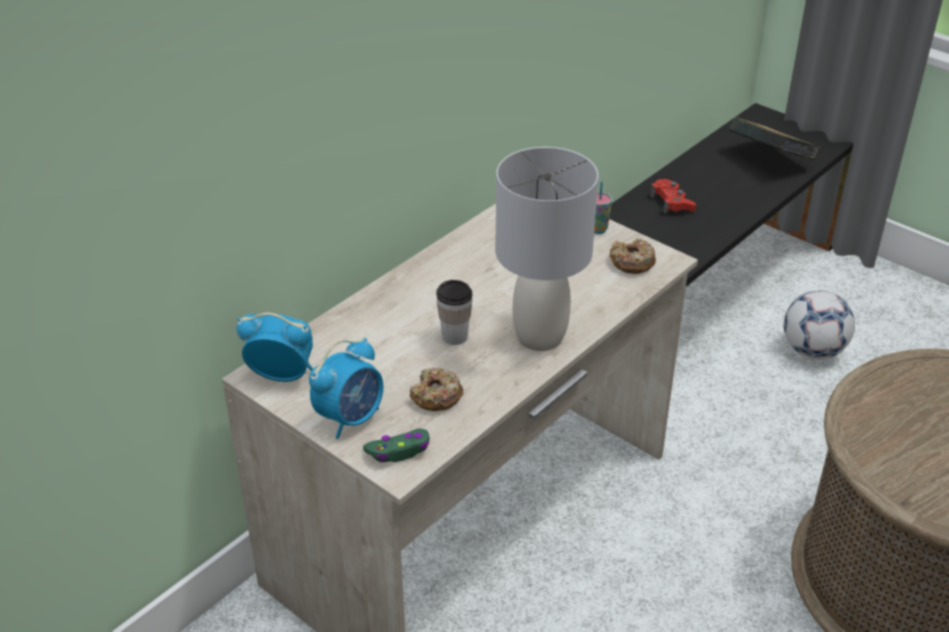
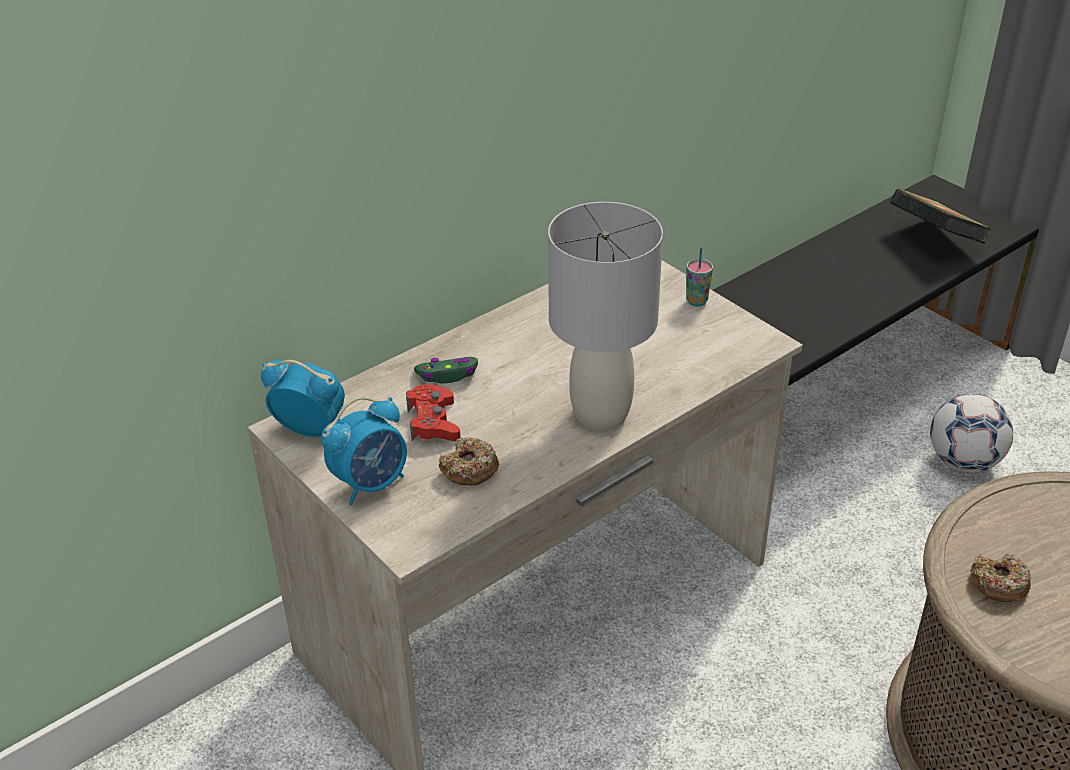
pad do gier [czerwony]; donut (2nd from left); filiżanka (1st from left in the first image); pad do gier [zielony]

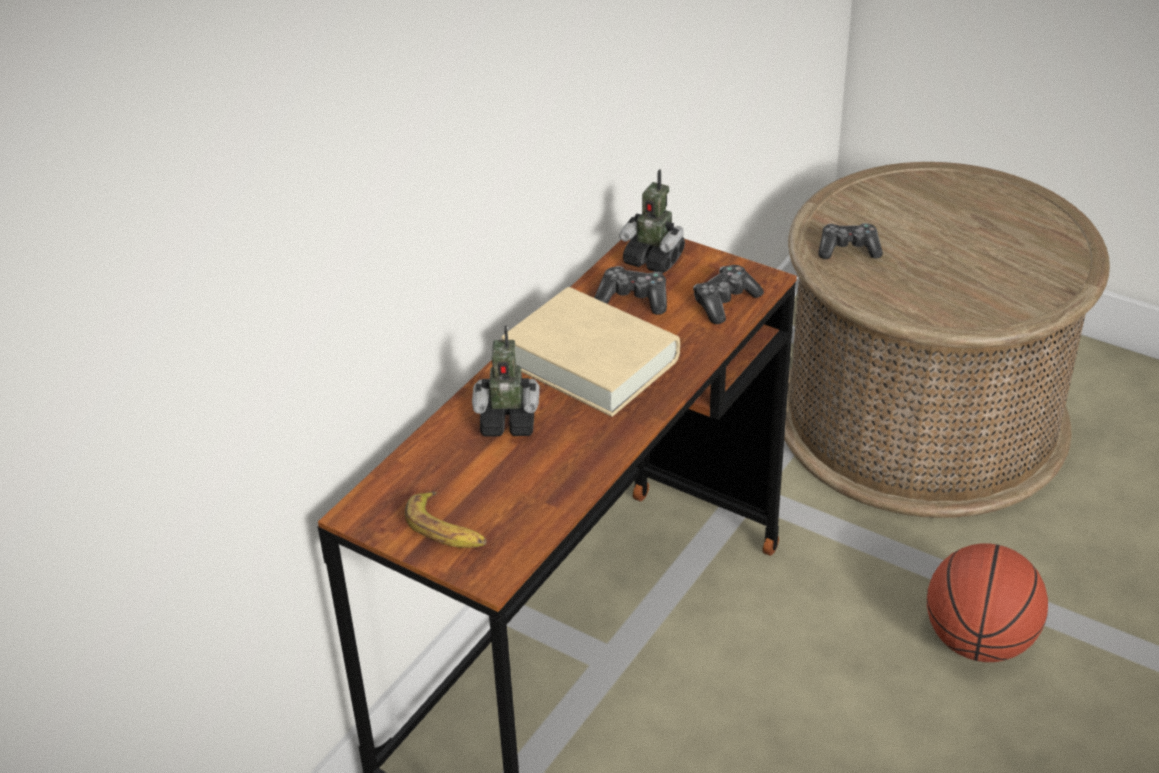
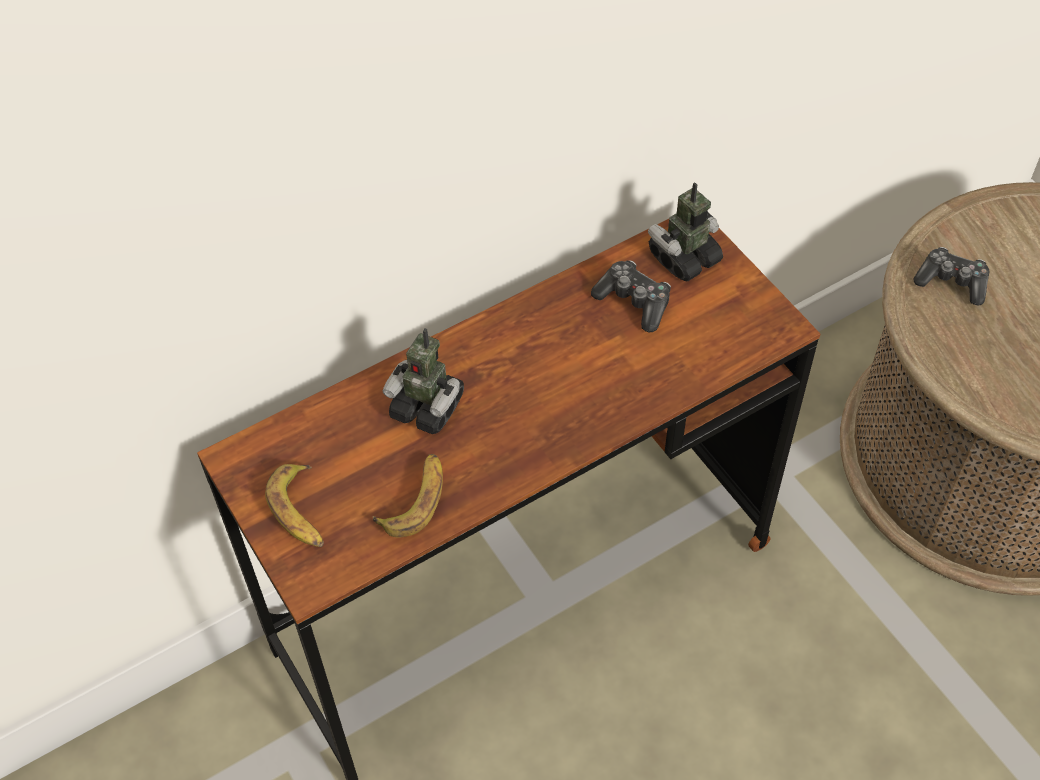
robot zabawkowy (2nd from left); pad do gier (2nd from left in the first image); książka [beżowy]; piłka do koszykówki; banan (2nd from left)

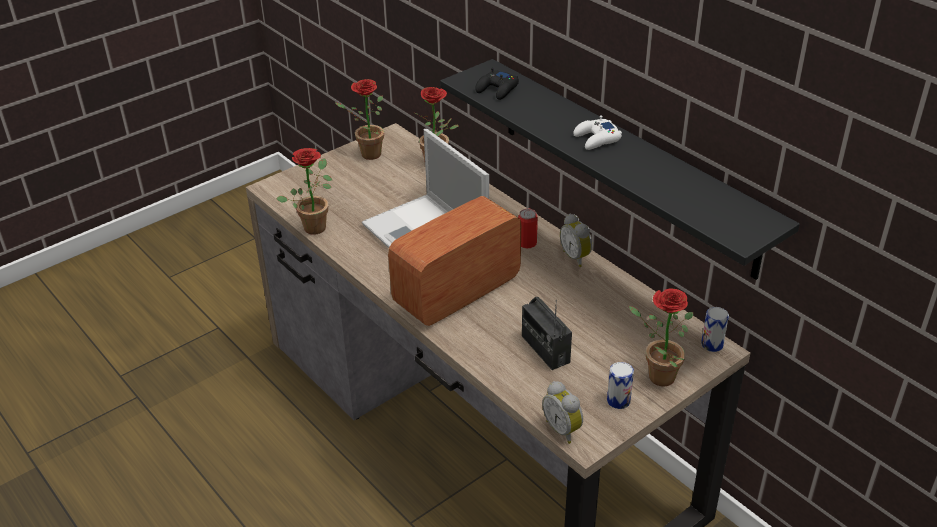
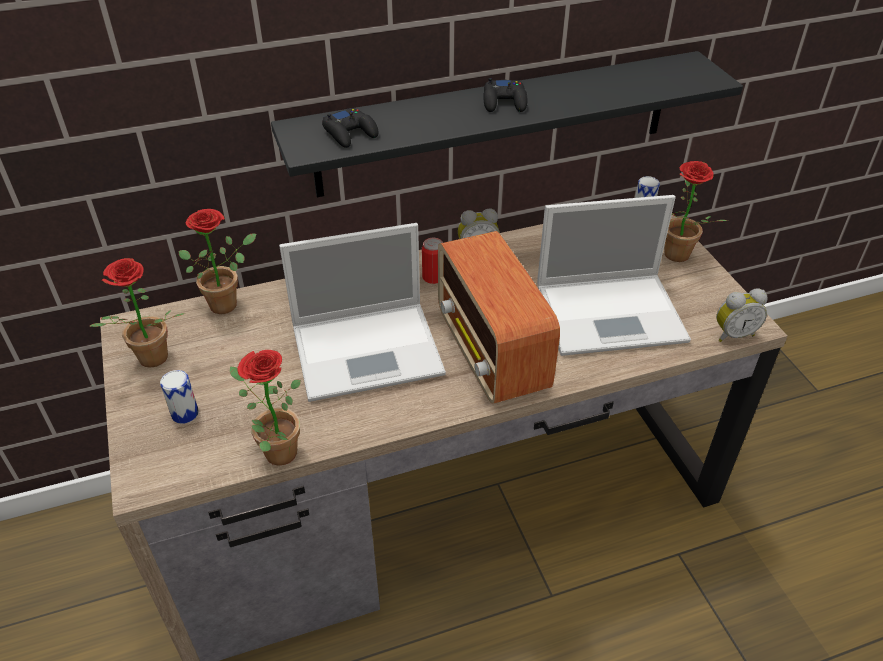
pad do gier [czarny] (2nd from left); laptop (2nd from left); puszka (1st from left)

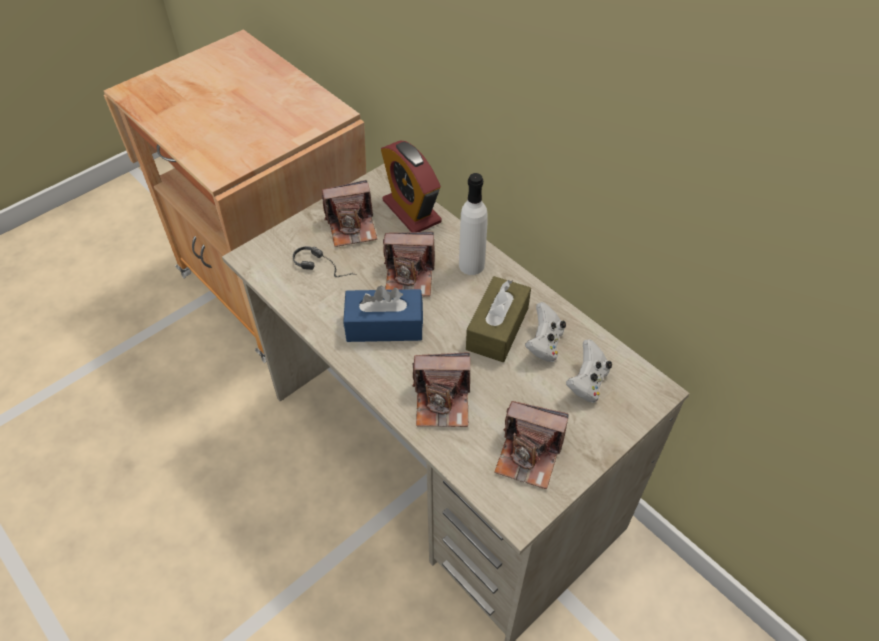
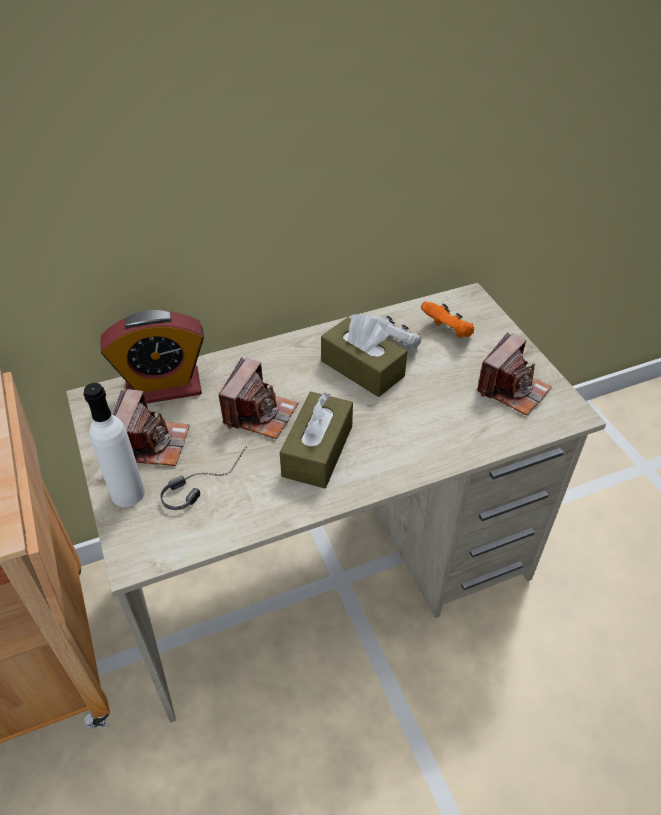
butelka [biały]; pudełko chusteczek [brązowy] (1st from left); pad do gier [pomarańczowy]; aparat fotograficzny (3rd from left in the first image)

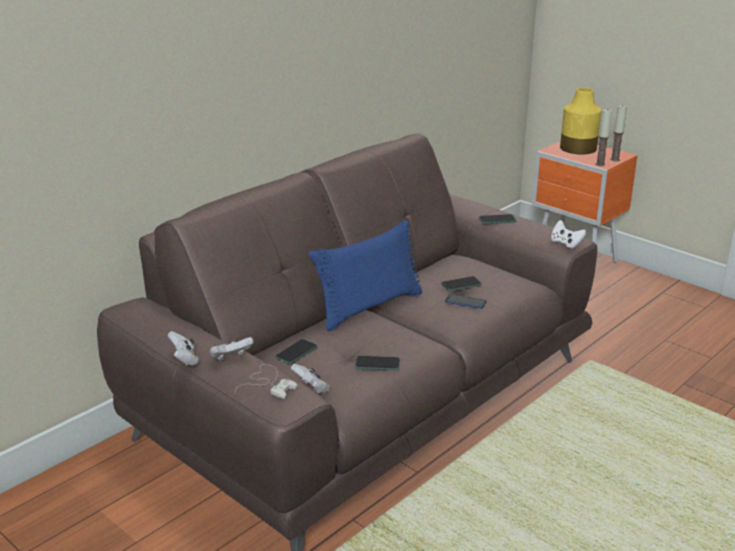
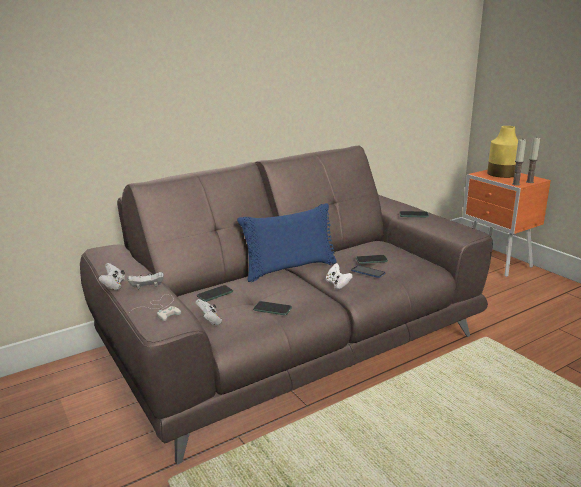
pad do gier [biały] (5th from left)

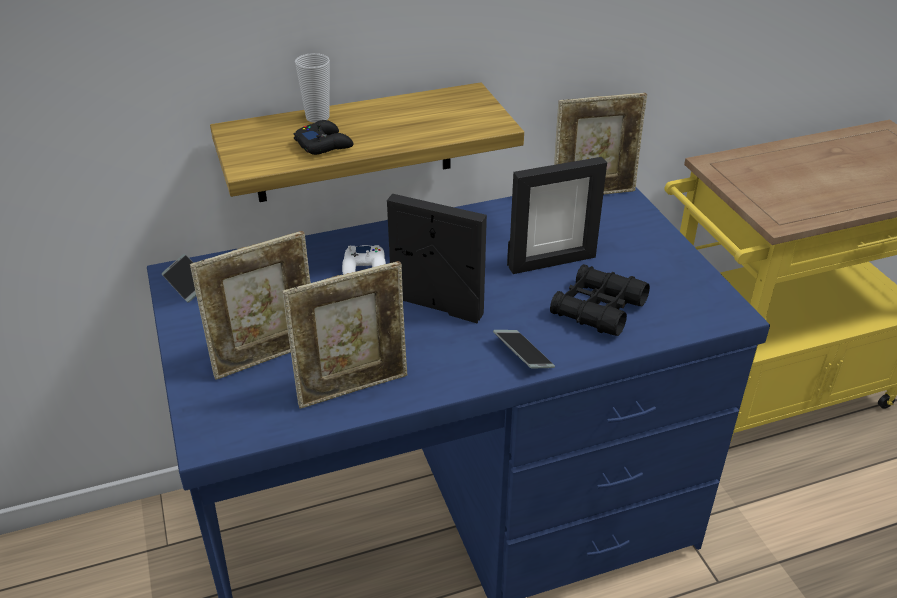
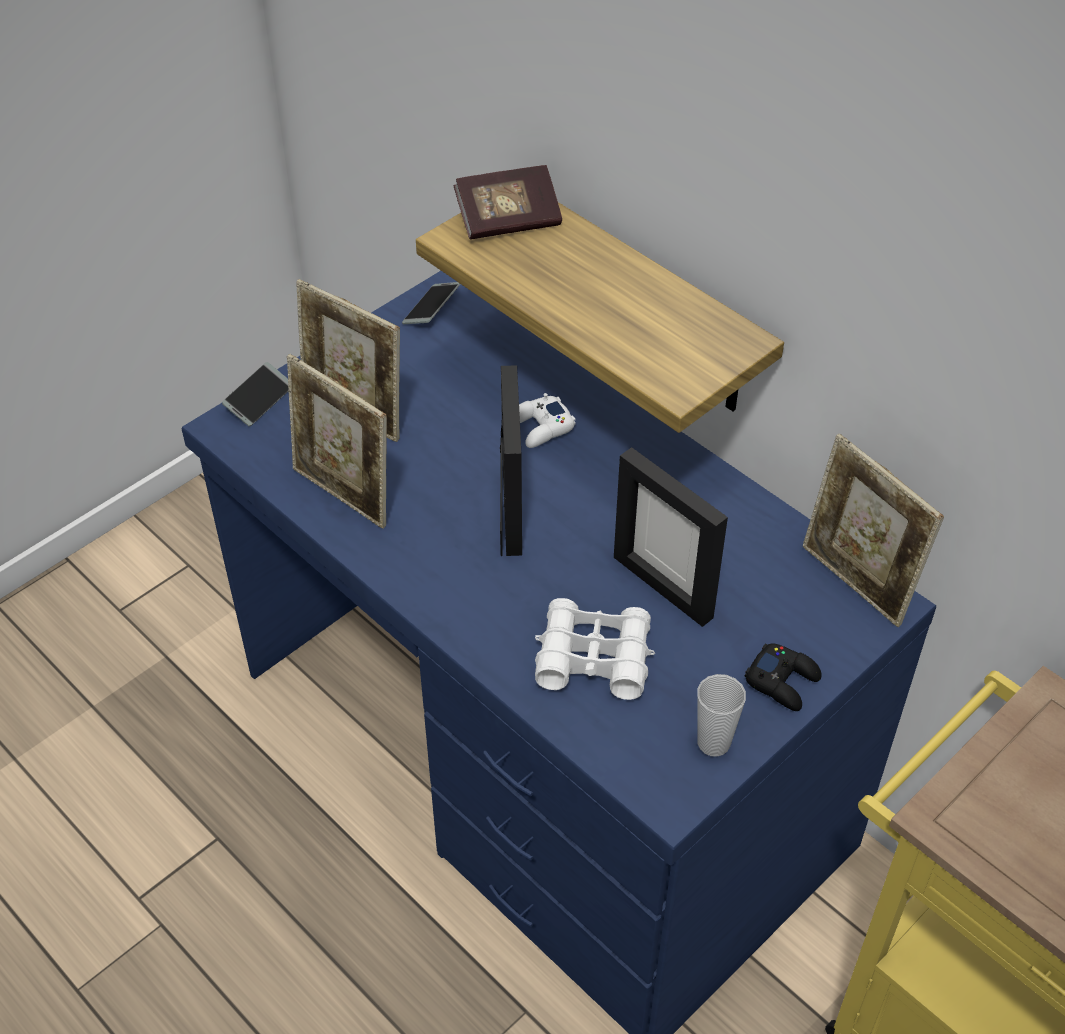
filiżanka; pad do gier [czarny]; lornetka [biały]; telefon (1st from left); książka

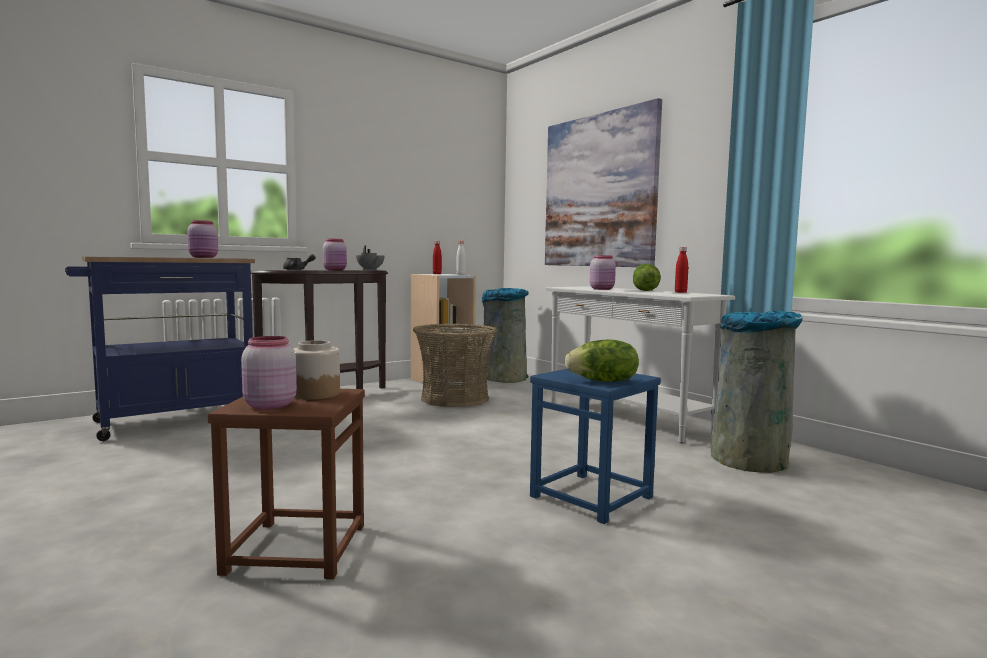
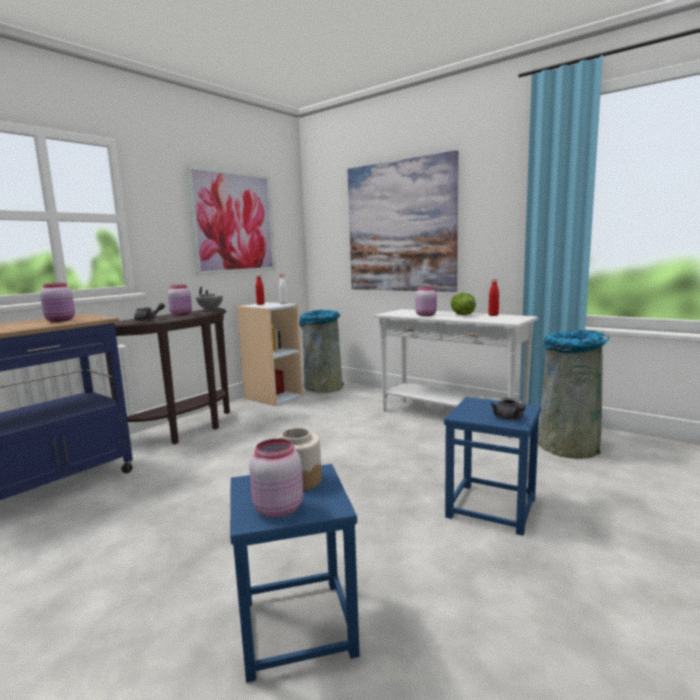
koszyk; imbryk [szary] (3rd from left); stołek [niebieski] (1st from left); obraz (1st from left)

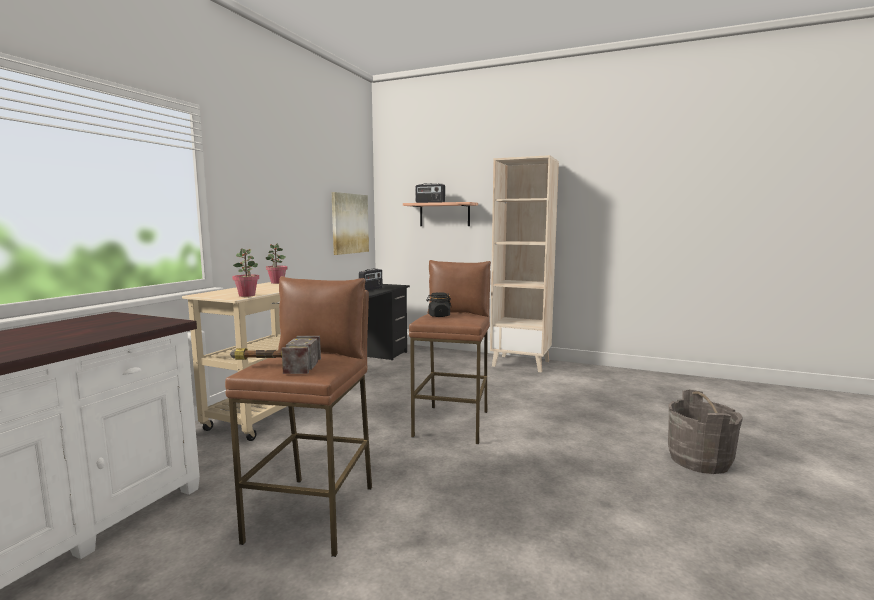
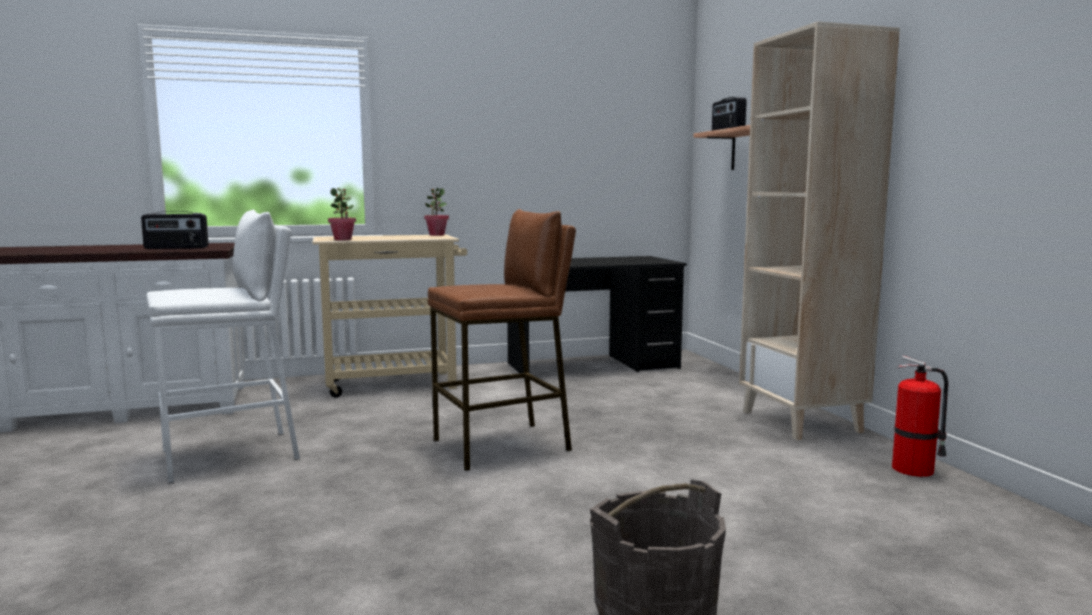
obraz; radio (1st from left); stołek [biały]; słoik [czarny]; młotek; gaśnica

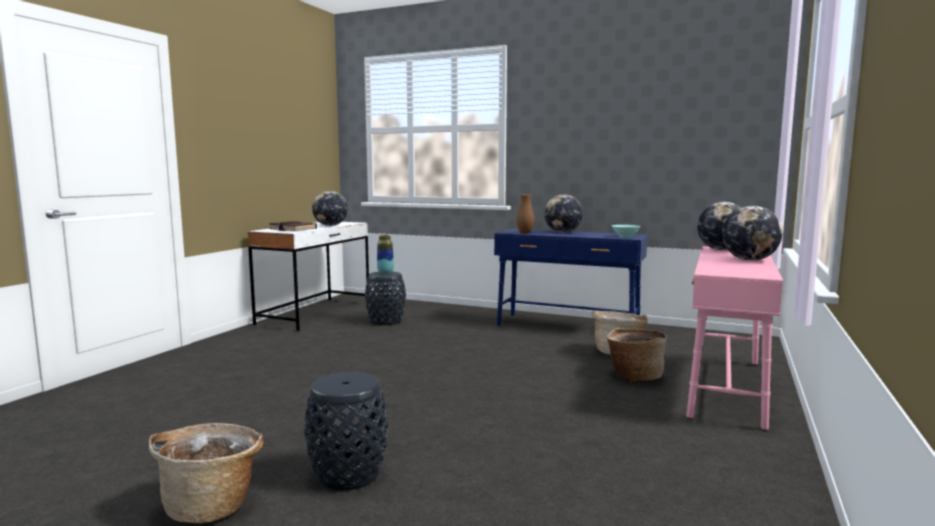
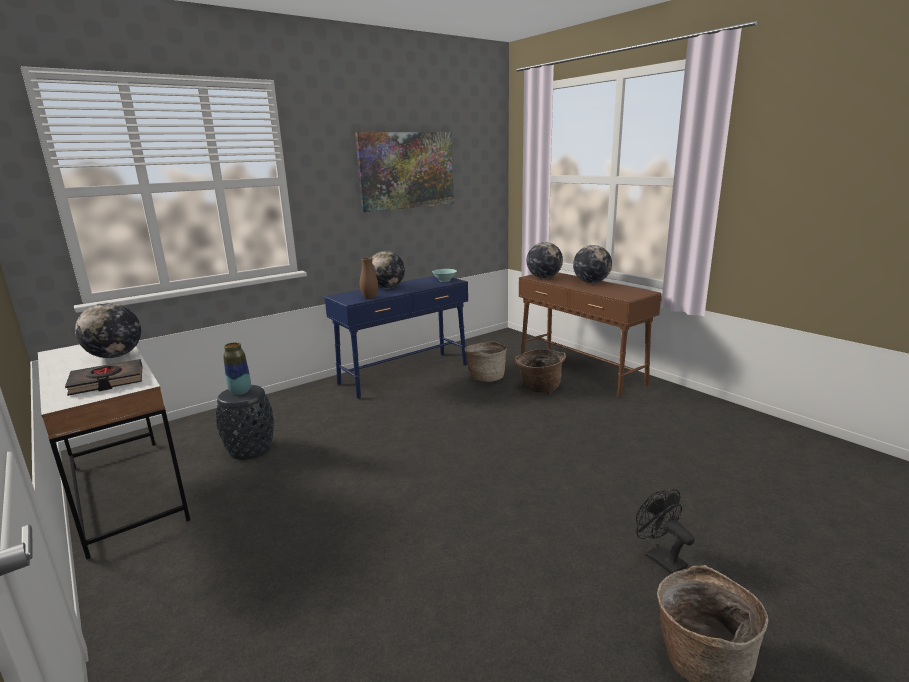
stolik konsolowy [brązowy]; wentylator [czarny]; obraz

